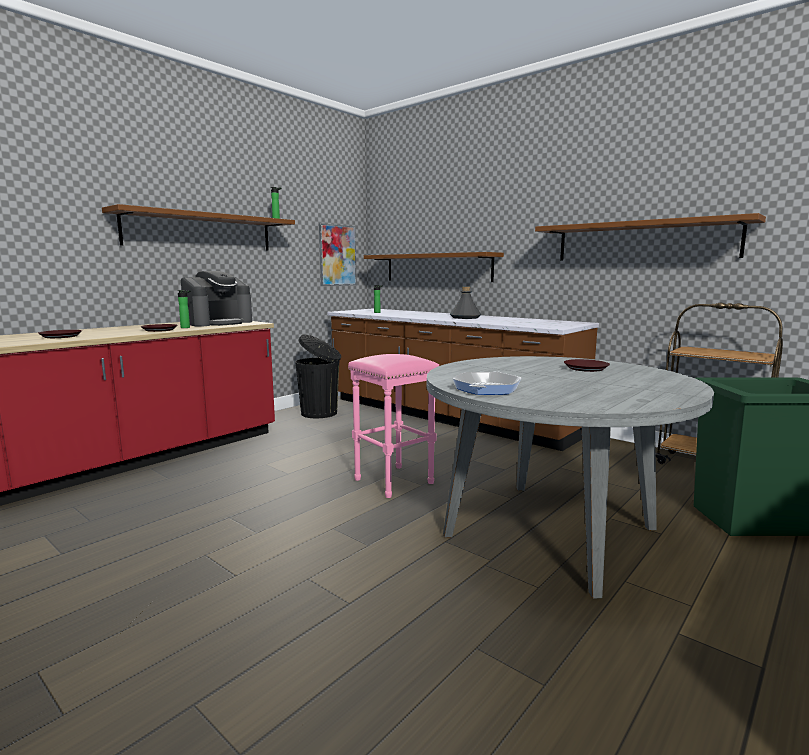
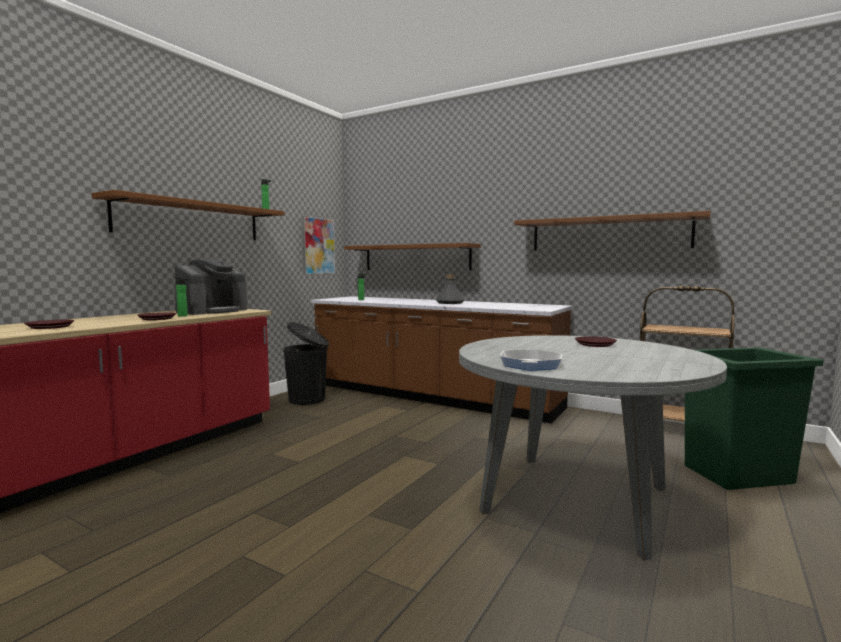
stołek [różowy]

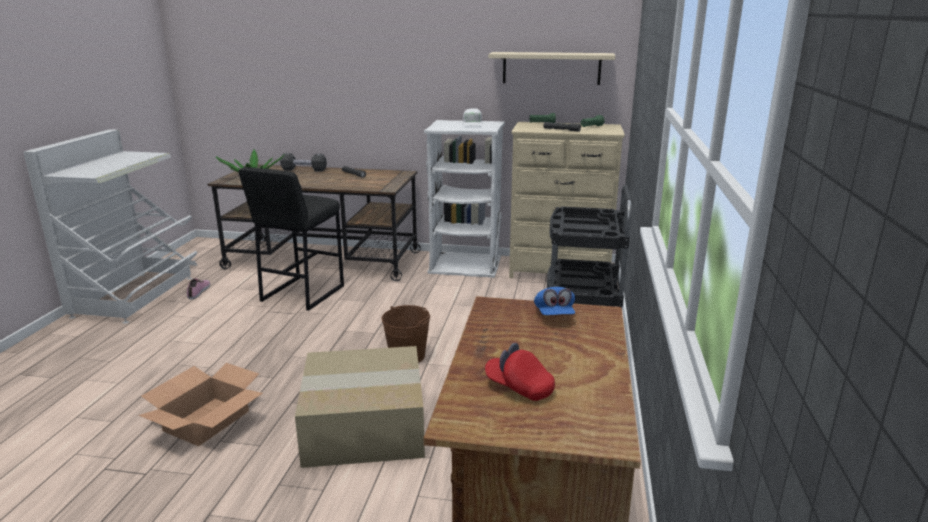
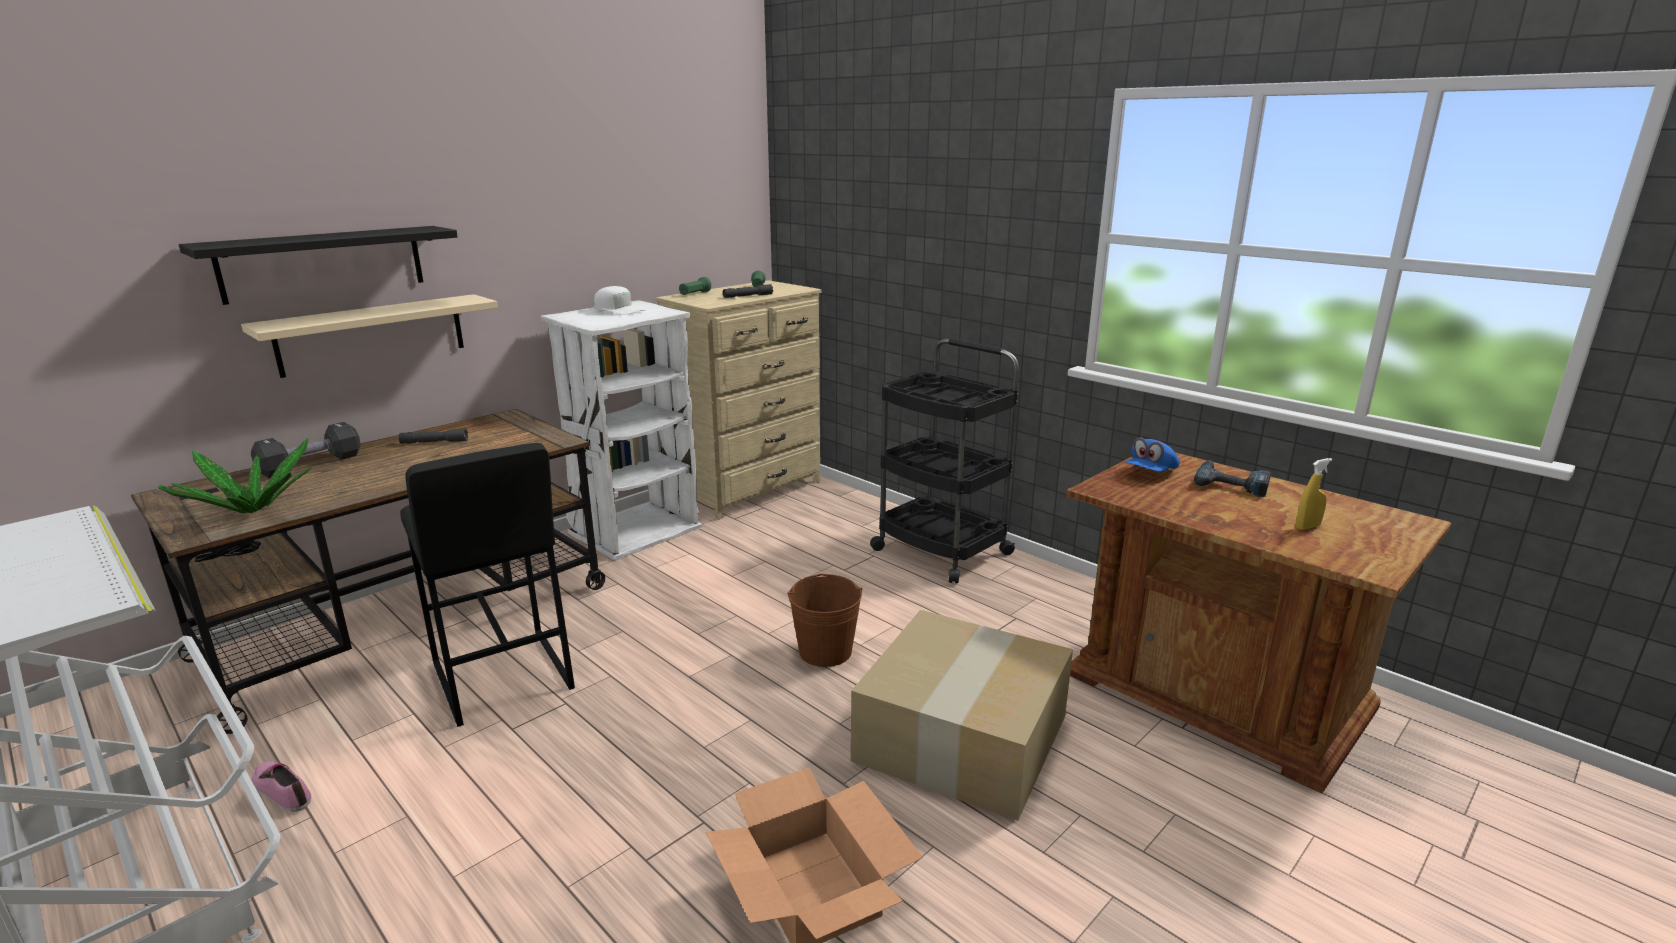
półka [beżowy]; czapka z daszkiem [niebieski]; spryskiwacz [żółty]; półka [czarny]; wiertarka

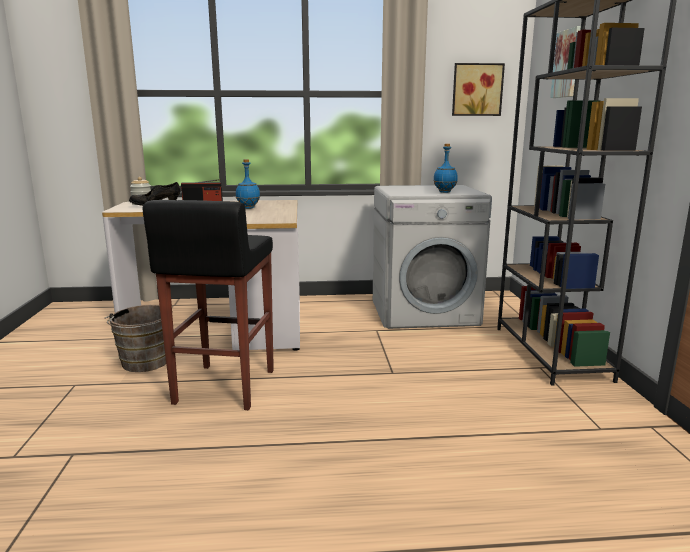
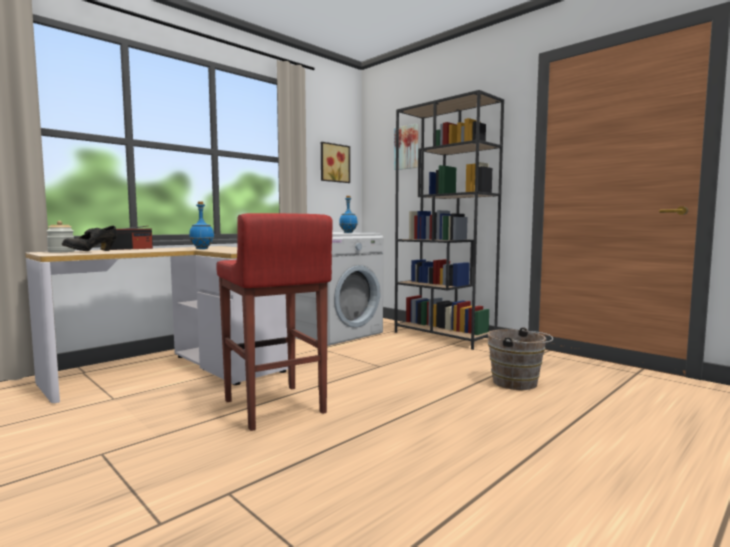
stołek [czerwony]; wiadro [brązowy]

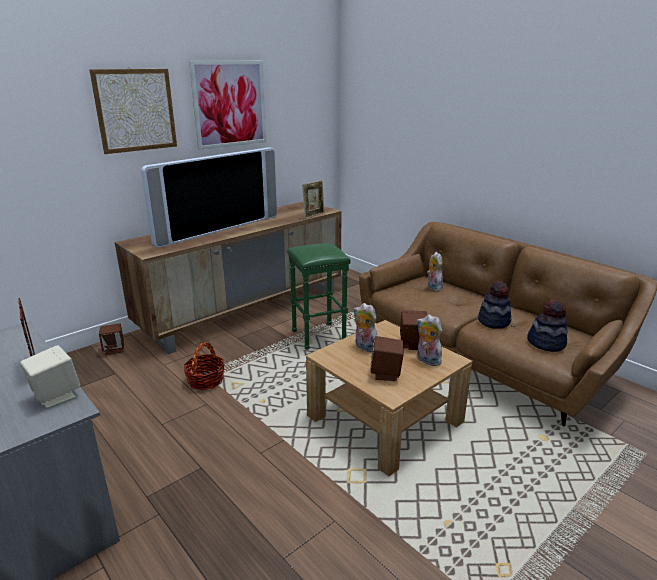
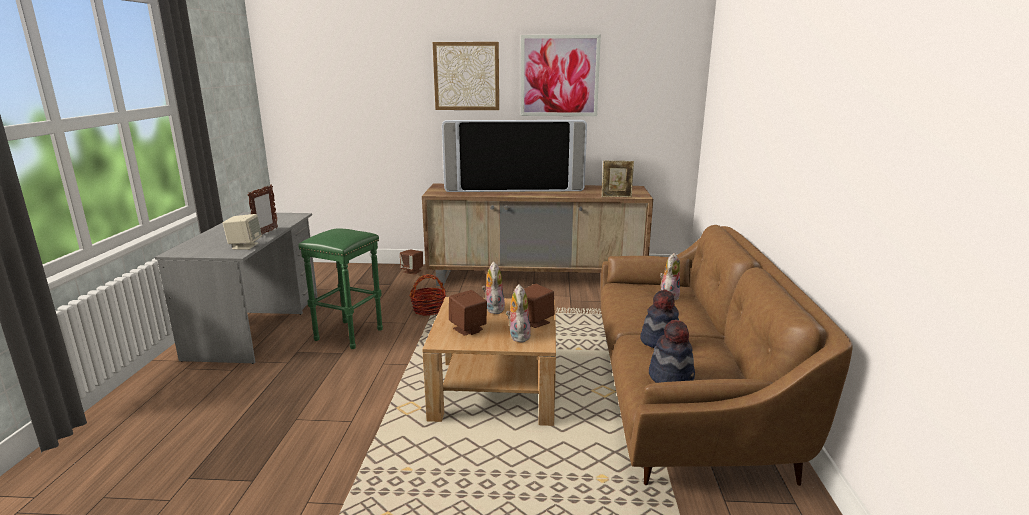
stołek [zielony]

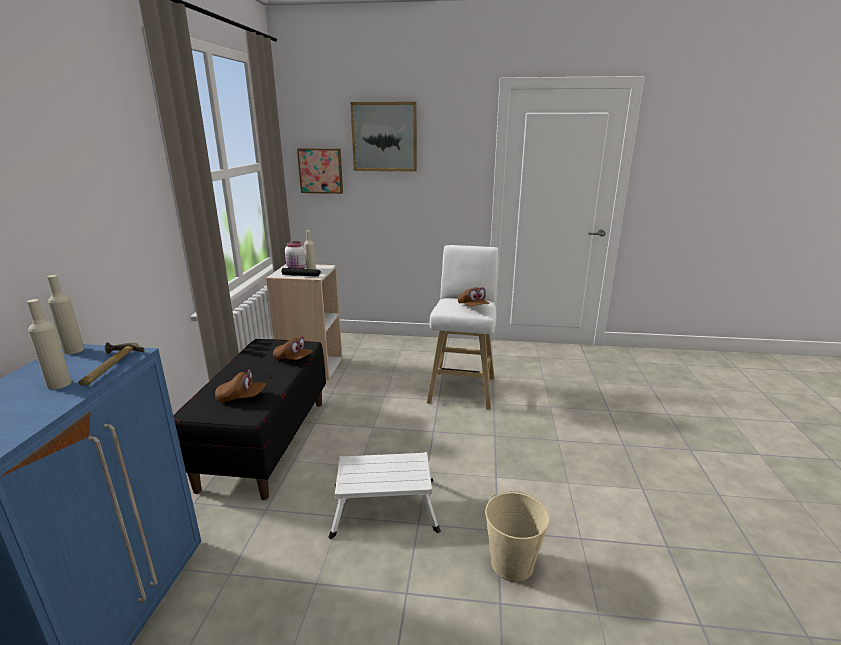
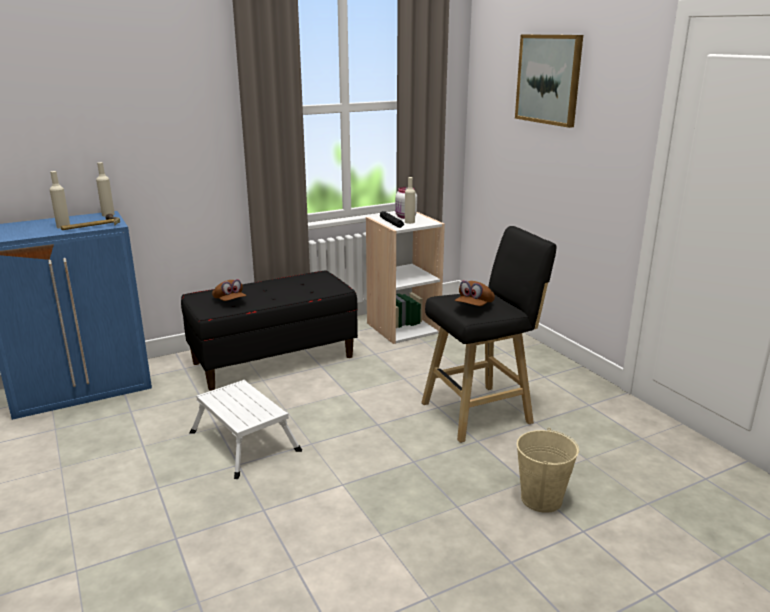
obraz (1st from left in the first image); stołek [czarny]; czapka z daszkiem [brązowy] (2nd from left in the first image); wiadro [beżowy]

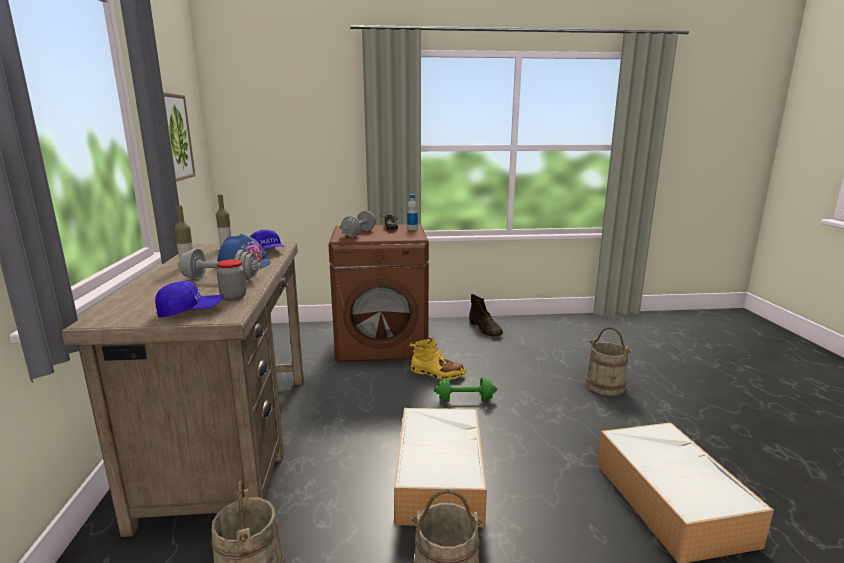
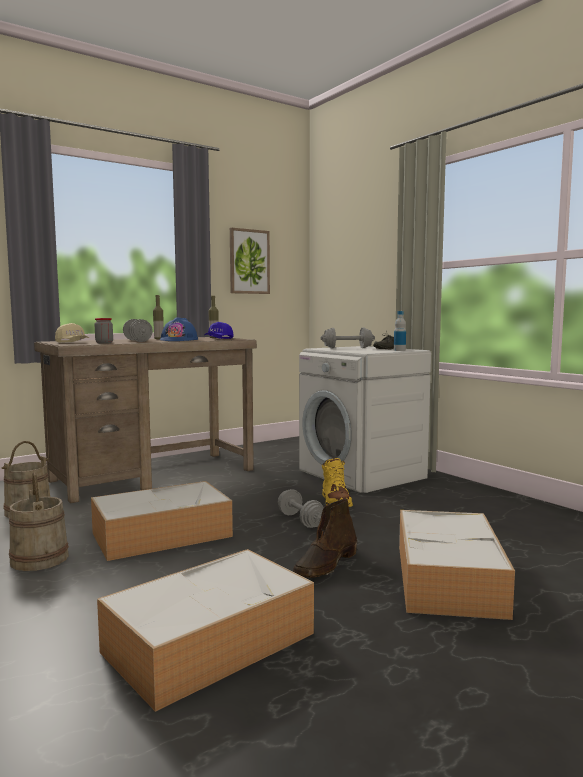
pralka [biały]; czapka z daszkiem [beżowy]; but z cholewką [brązowy]; pojemnik do przechowywania (3rd from left); hantel [szary] (2nd from left)

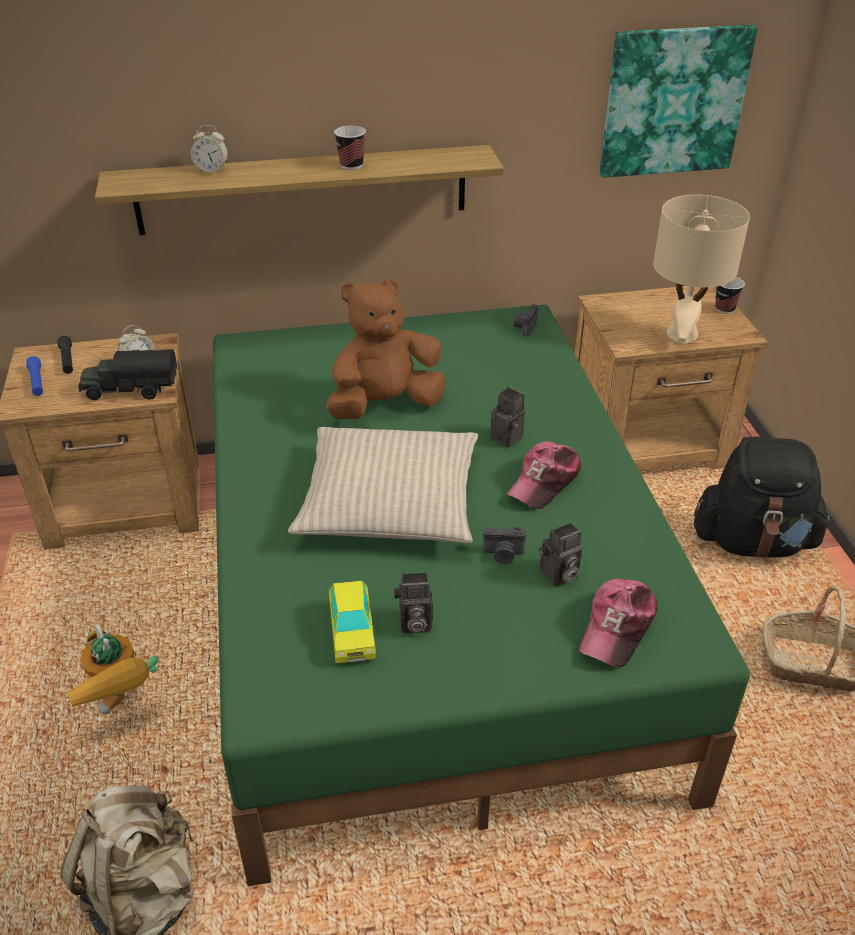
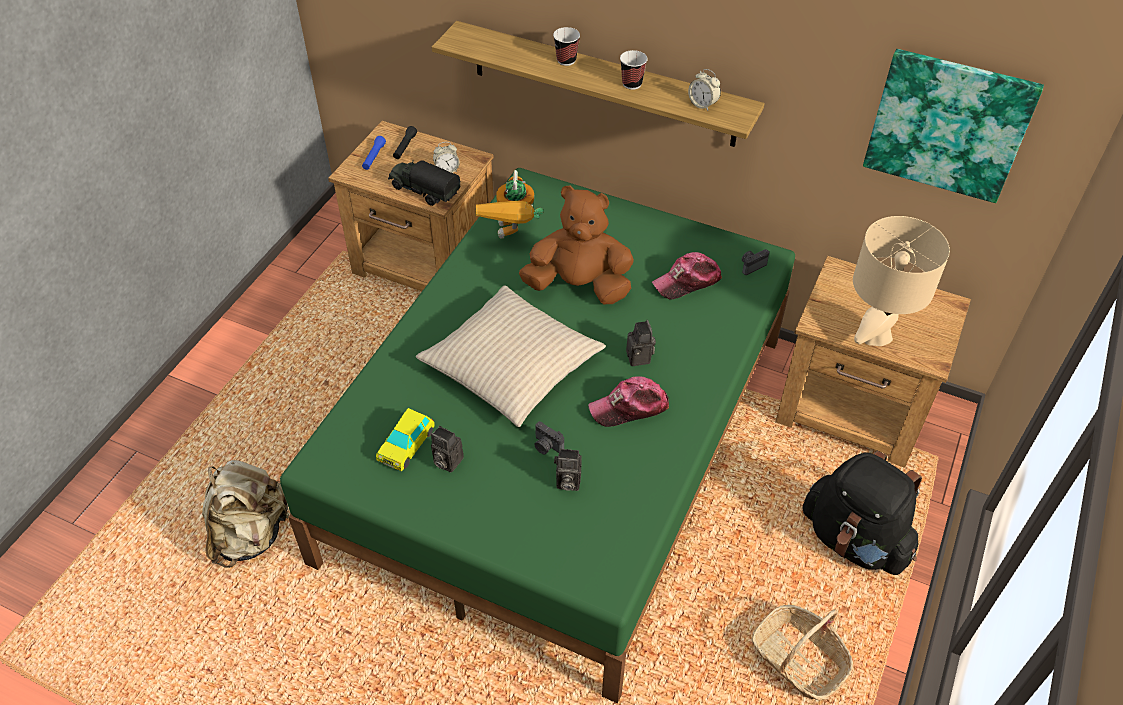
budzik (2nd from left); filiżanka (1st from left); czapka z daszkiem (2nd from left); robot zabawkowy

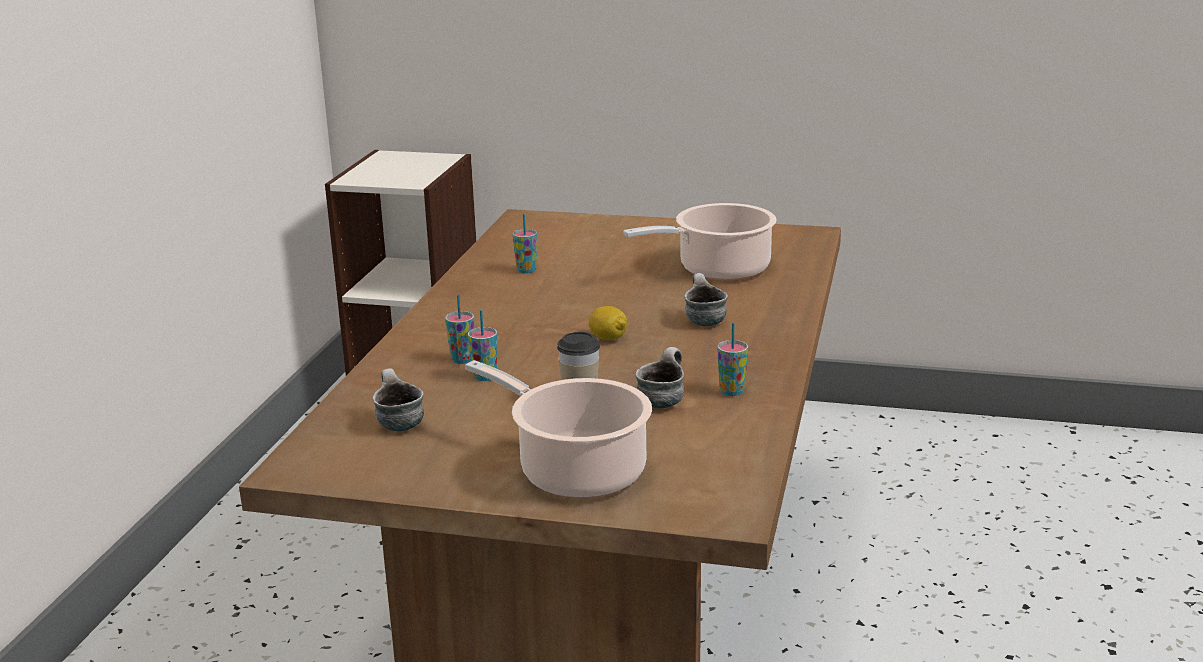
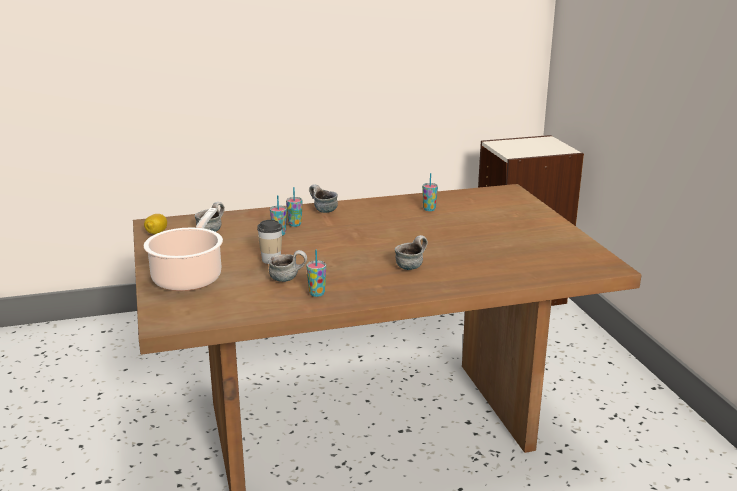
garnek (2nd from left in the first image); cytryna; kubek (3rd from left)

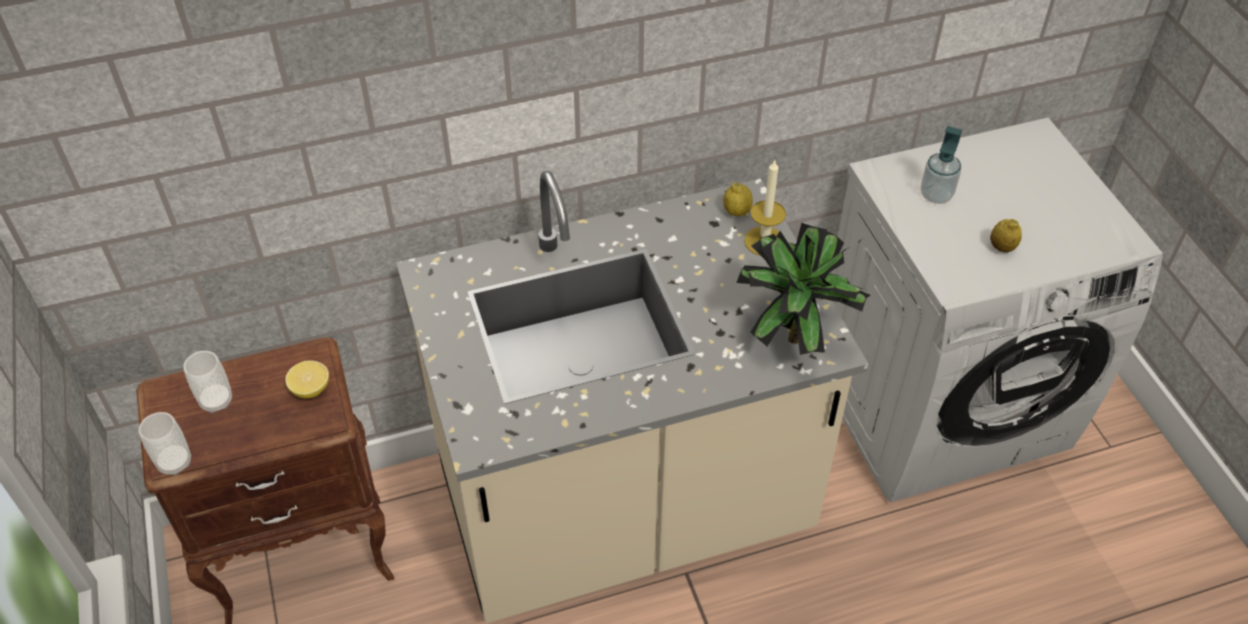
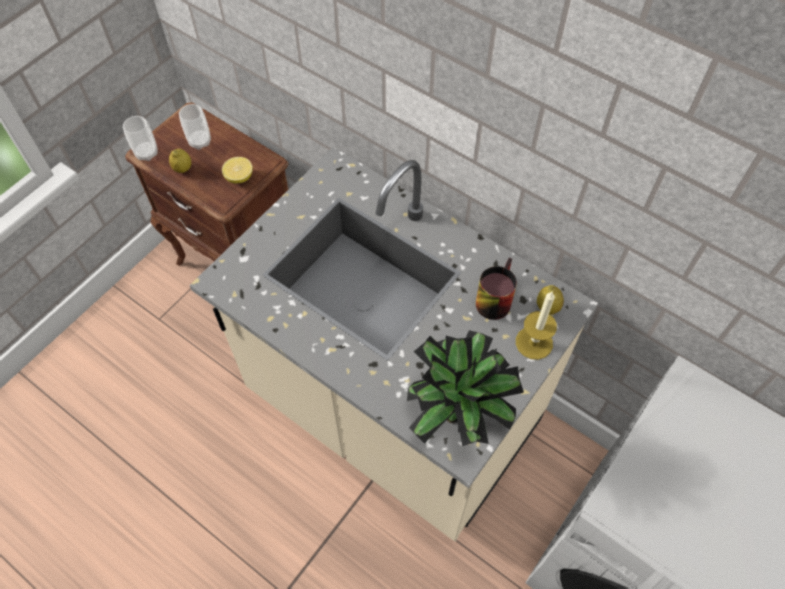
dozownik mydła; cytryna (1st from left); kubek

